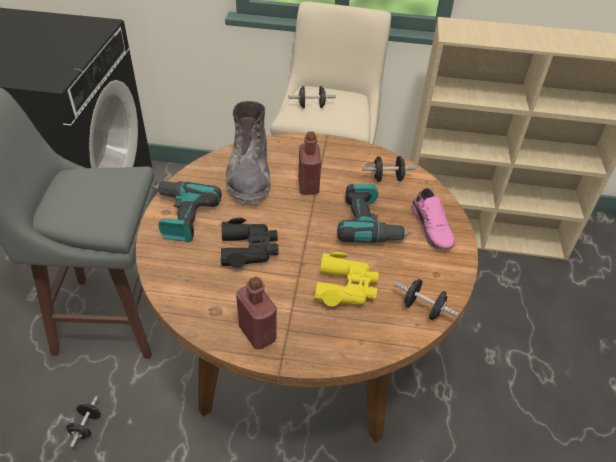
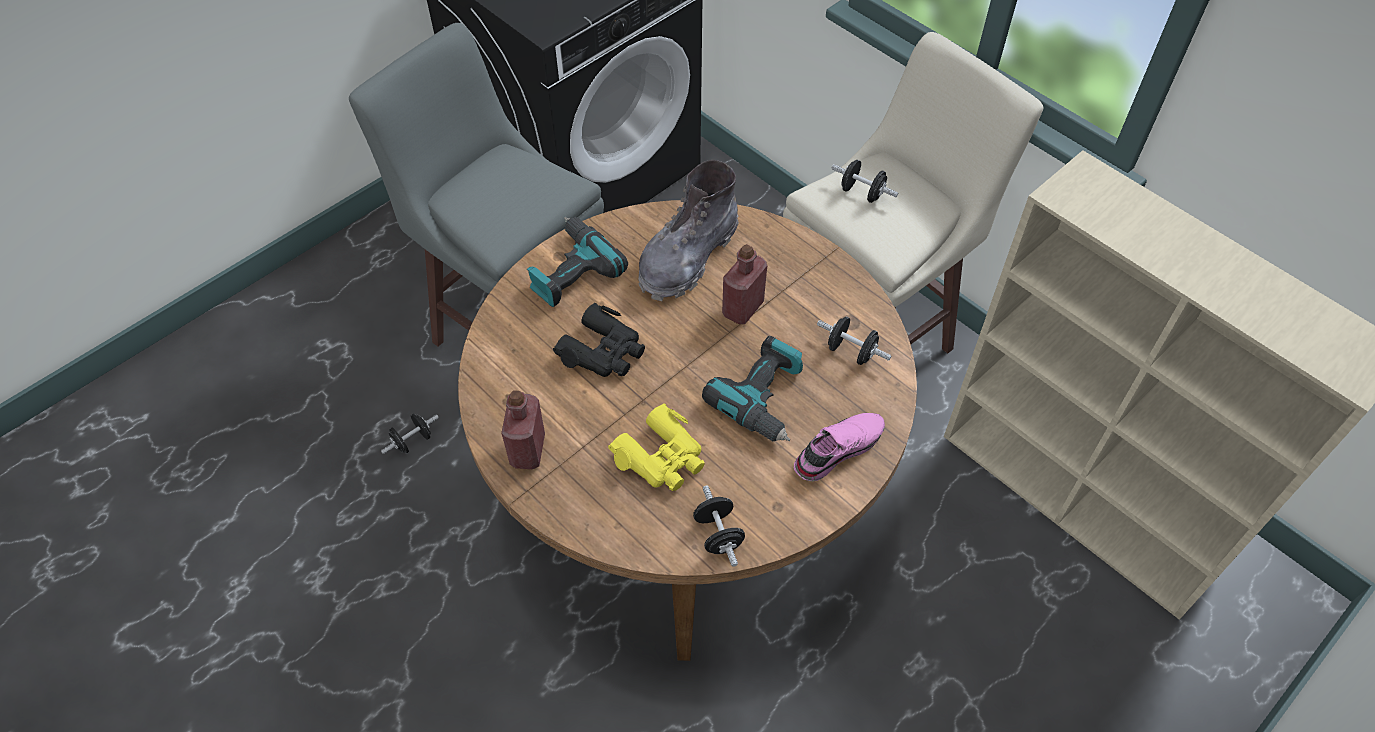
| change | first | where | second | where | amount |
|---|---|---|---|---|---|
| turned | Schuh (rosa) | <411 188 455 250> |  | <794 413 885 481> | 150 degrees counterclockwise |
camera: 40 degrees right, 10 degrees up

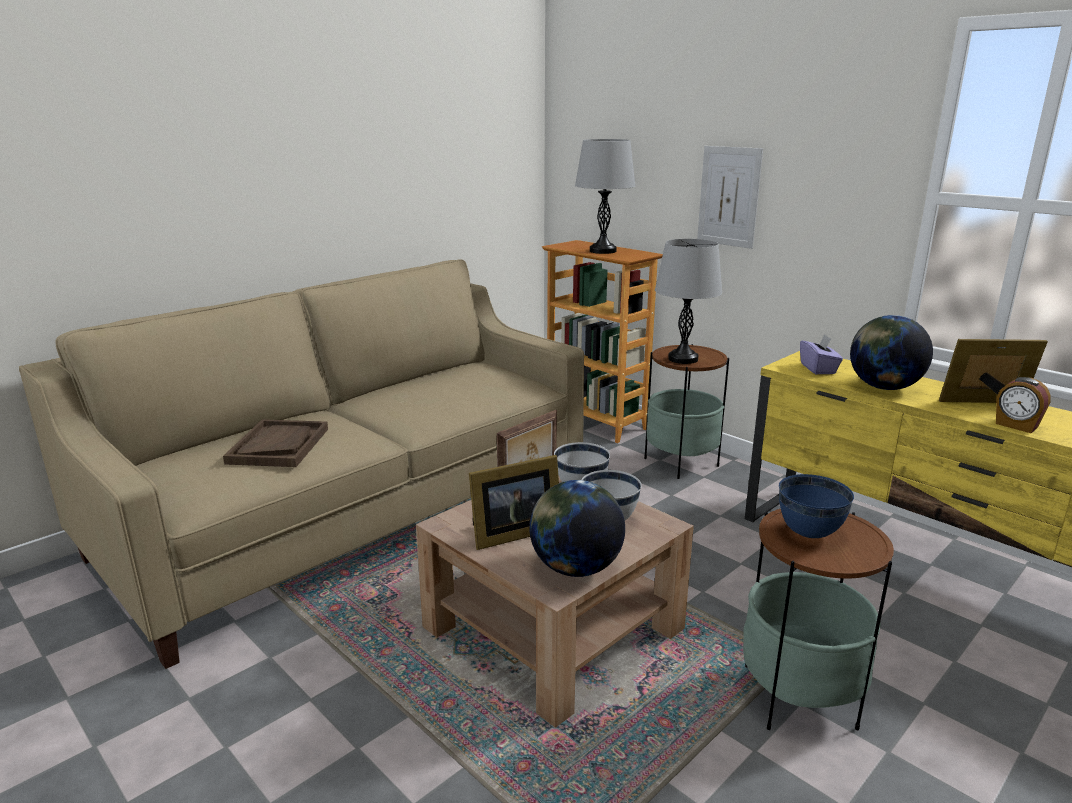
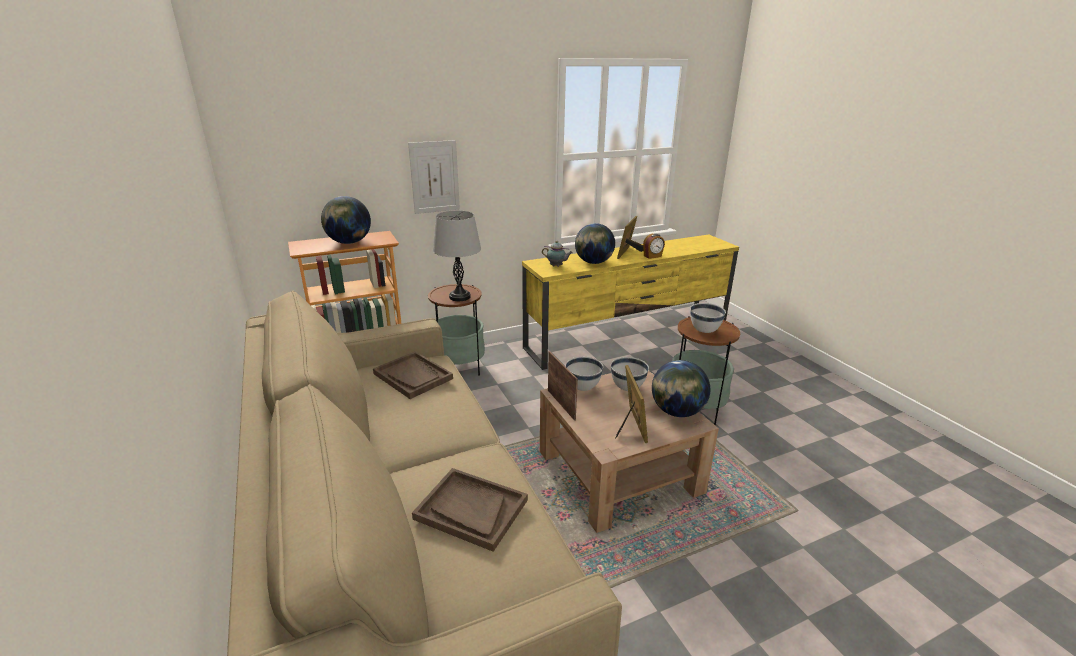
| change | first | where | second | where | amount |
|---|---|---|---|---|---|
| replaced | Tischlampe (grau) | <575 139 635 254> | Globus | <321 196 371 244> |  |
| recoloured | Schüssel (blau) | <779 474 854 538> | Schüssel (weiß) | <690 303 726 333> |  |
| replaced | Taschentuchbox (lila) | <800 334 843 374> | Teekanne | <542 241 573 267> |  |
| added |  |  | Tablett (braun) | <373 351 453 399> |  |
camera: 70 degrees left, 5 degrees up

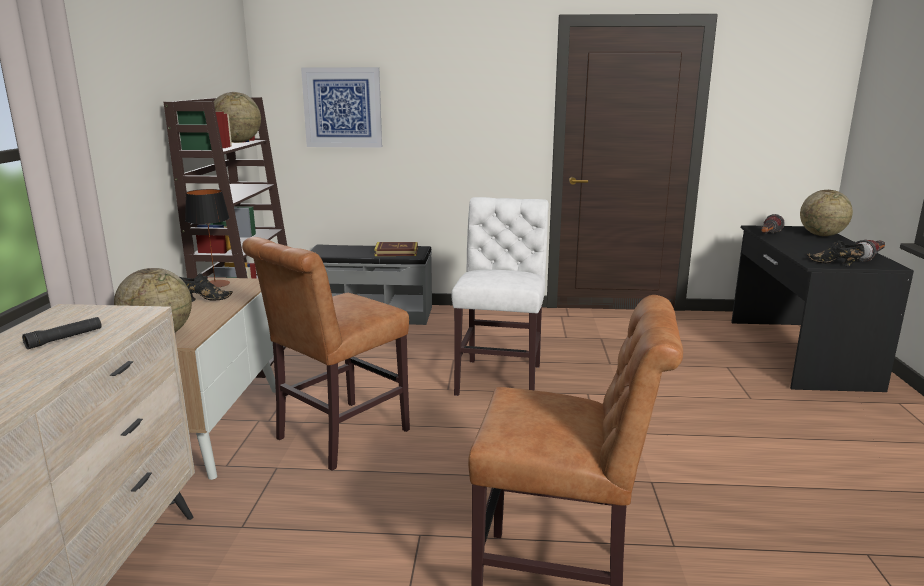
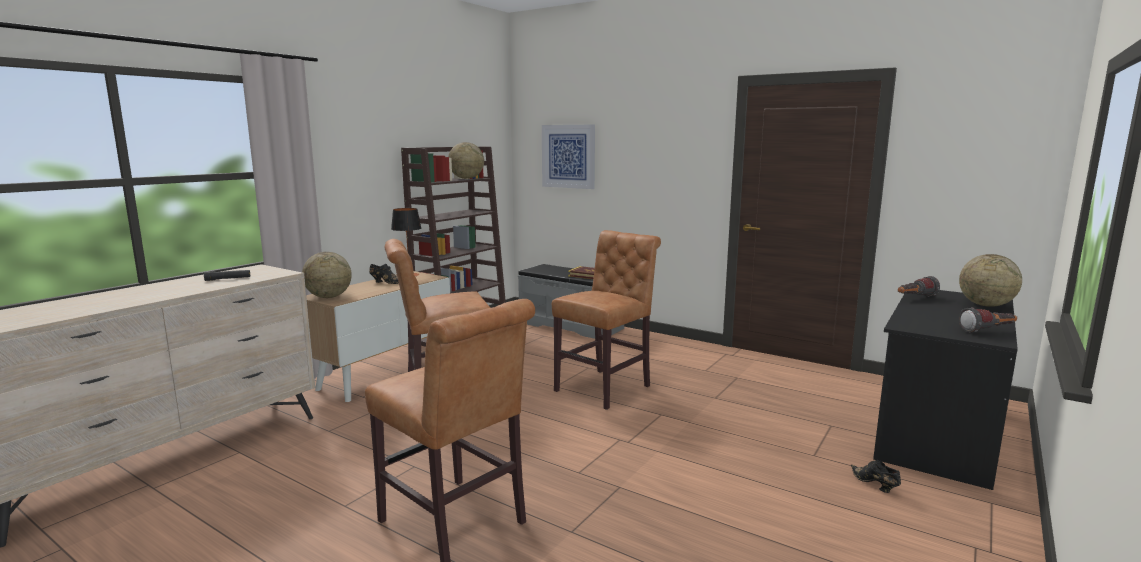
| change | first | where | second | where | amount |
|---|---|---|---|---|---|
| recoloured | Stuhl (weiß) | <452 197 549 396> | Stuhl (braun) | <552 230 661 410> |  |
| moved | Schuh (schwarz) | <807 240 865 266> |  | <851 460 901 493> |  |
camera: 30 degrees right, 5 degrees down

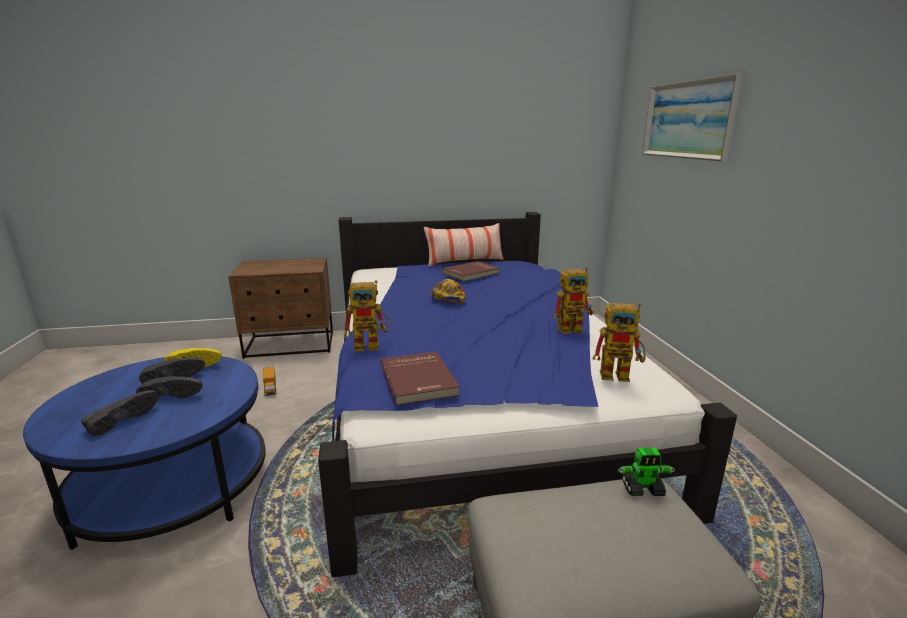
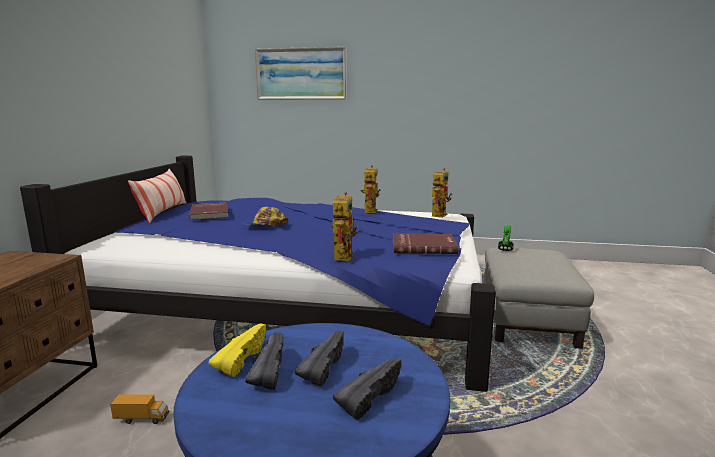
| change | first | where | second | where | amount |
|---|---|---|---|---|---|
| turned | Schuh (schwarz) | <81 390 159 436> |  | <333 358 401 420> | 75 degrees clockwise |
camera: 70 degrees left, 5 degrees down

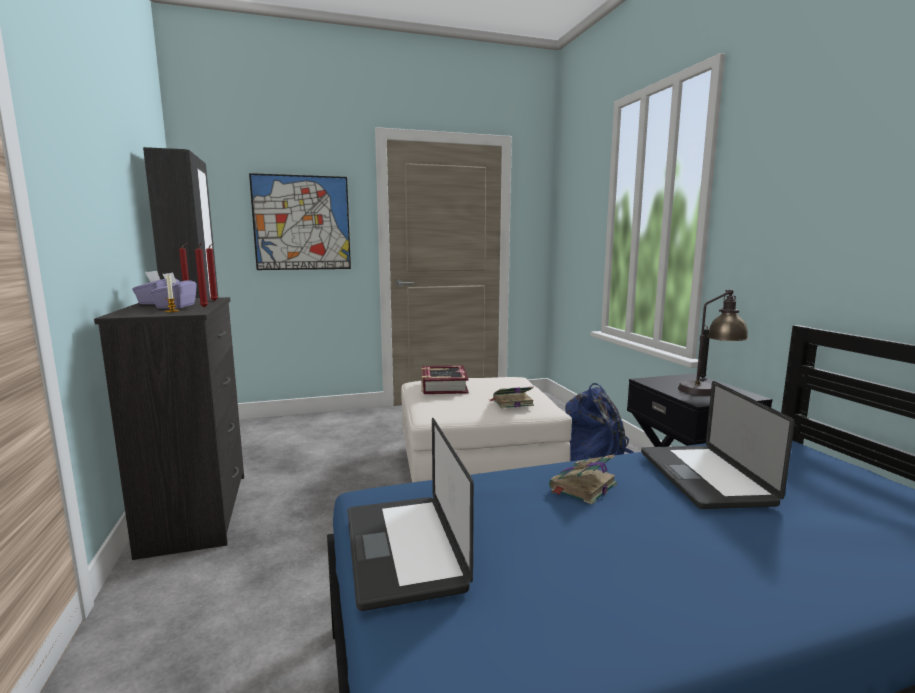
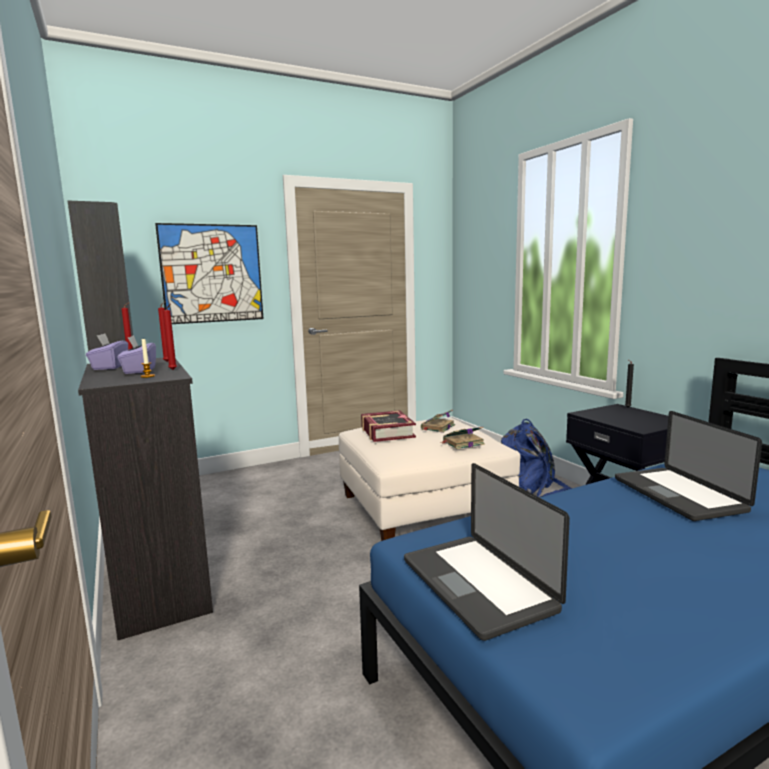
| change | first | where | second | where | amount |
|---|---|---|---|---|---|
| moved | Buch | <549 454 617 504> |  | <421 410 455 433> |  |
| removed | Tischlampe | <678 289 749 395> |  |  |  |
camera: 10 degrees left, 0 degrees up

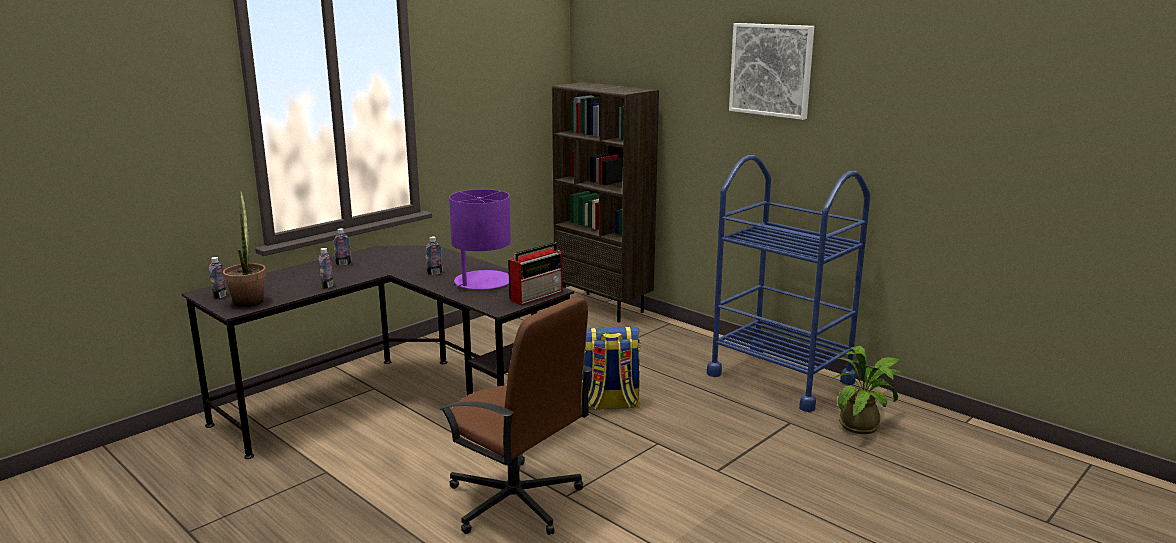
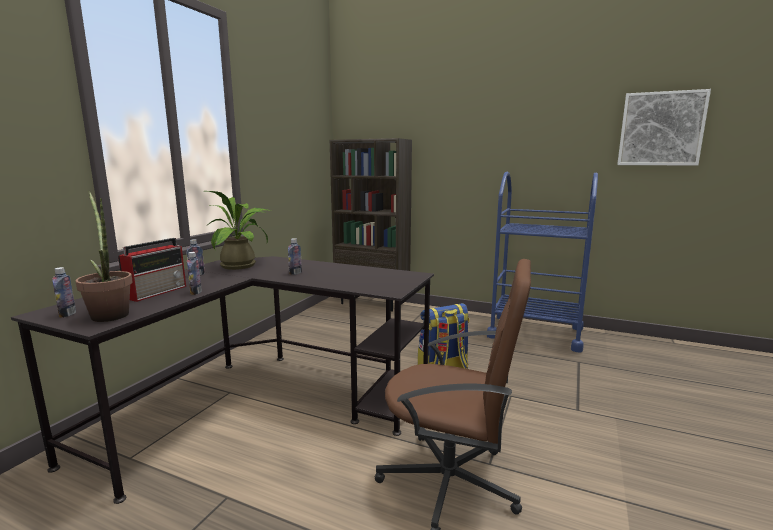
| change | first | where | second | where | amount |
|---|---|---|---|---|---|
| removed | Tischlampe (lila) | <449 189 511 290> |  |  |  |
| moved | Radio | <508 242 563 305> |  | <118 238 186 302> |  |
| moved | Bild | <729 23 814 120> |  | <617 89 711 165> |  |
| moved | Topfpflanze | <830 346 902 434> |  | <206 191 272 270> |  |
camera: 20 degrees left, 5 degrees down

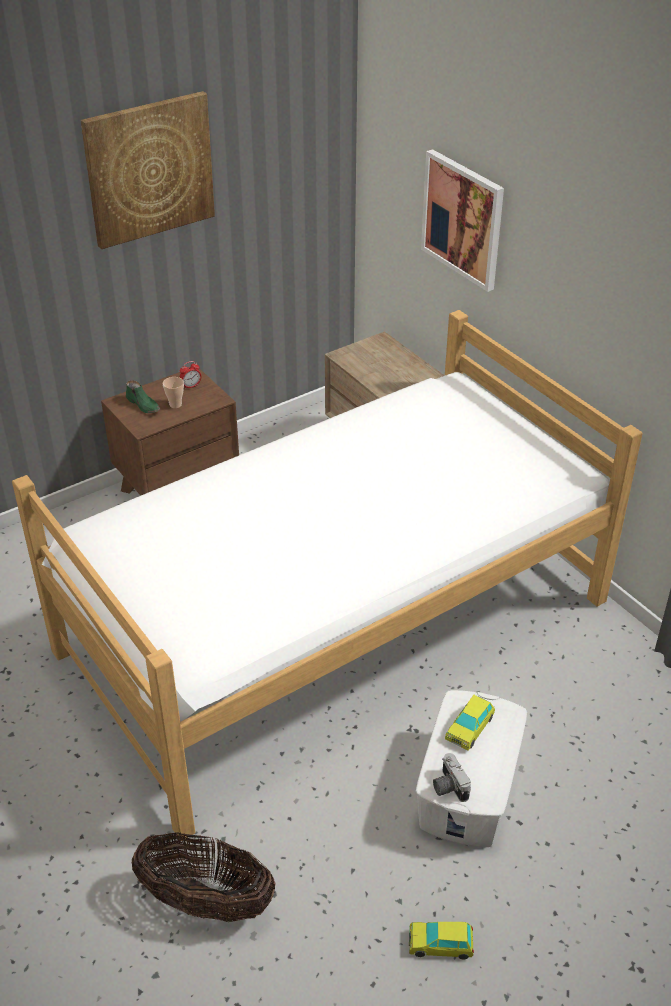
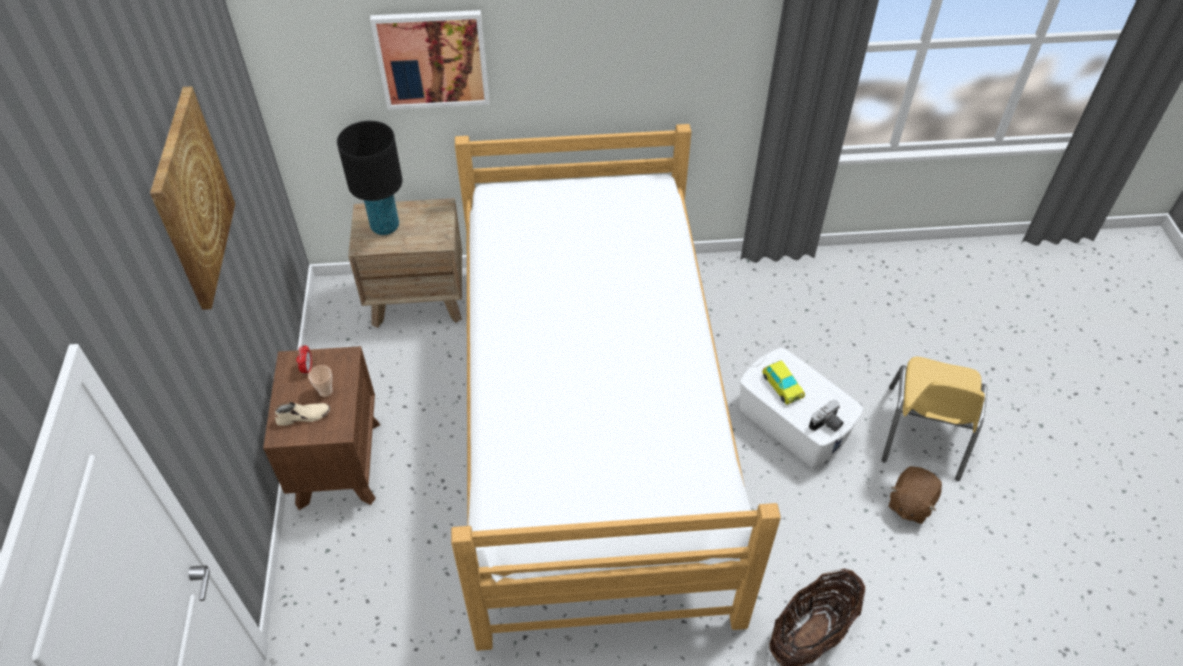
| change | first | where | second | where | amount |
|---|---|---|---|---|---|
| recoloured | Schuh (grün) | <126 380 160 413> | Schuh (beige) | <275 402 330 426> |  |
| replaced | Spielzeugauto | <409 922 474 959> | Plüschtier (braun) | <888 466 942 524> |  |
| turned | Kamera | <433 753 471 802> |  | <809 400 844 432> | 45 degrees counterclockwise |
| added |  |  | Tischlampe (schwarz) | <337 121 403 235> |  |
| added |  |  | Stuhl (gelb) | <881 357 987 481> |  |
camera: 60 degrees left, 10 degrees up

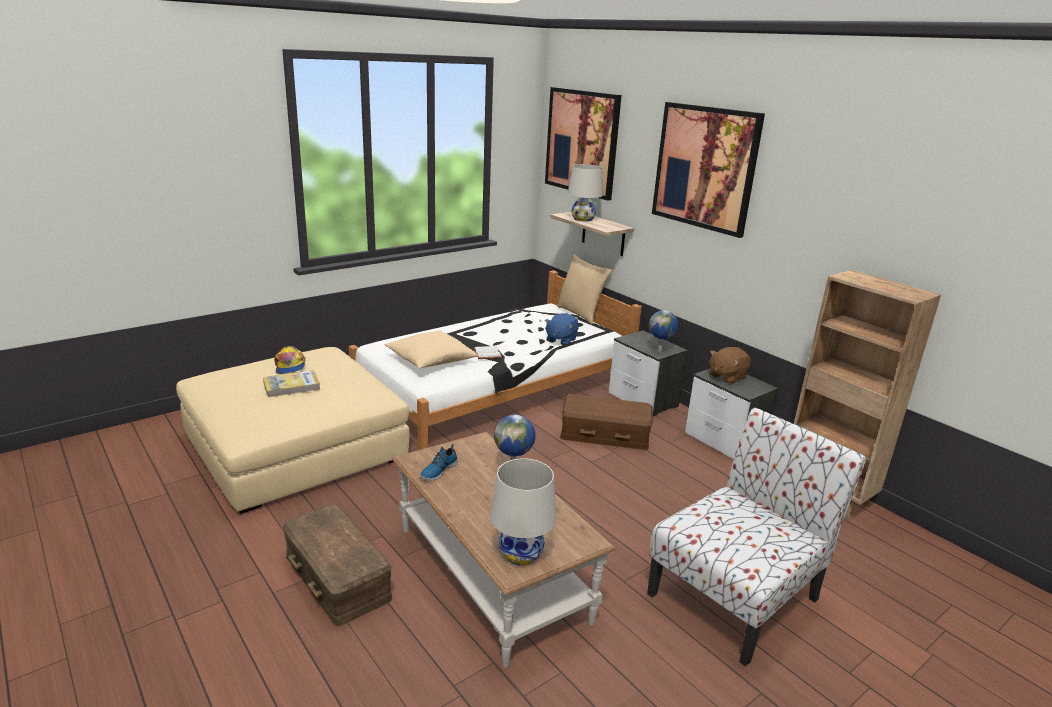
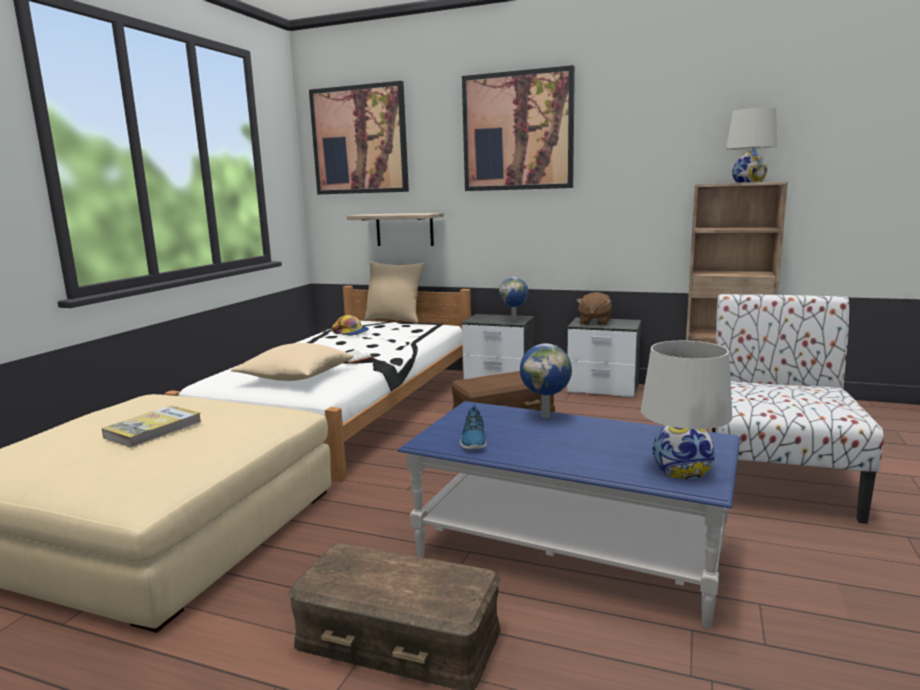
| change | first | where | second | where | amount |
|---|---|---|---|---|---|
| moved | Kappe | <274 346 306 374> |  | <332 315 369 336> |  |
| recoloured | Couchtisch (braun) | <392 432 616 668> | Couchtisch (blau) | <398 401 740 629> |  |
| removed | Plüschtier (blau) | <545 313 579 346> |  |  |  |
| moved | Tischlampe (weiß) | <568 164 603 222> |  | <726 107 777 183> |  |
camera: 30 degrees left, 10 degrees down

